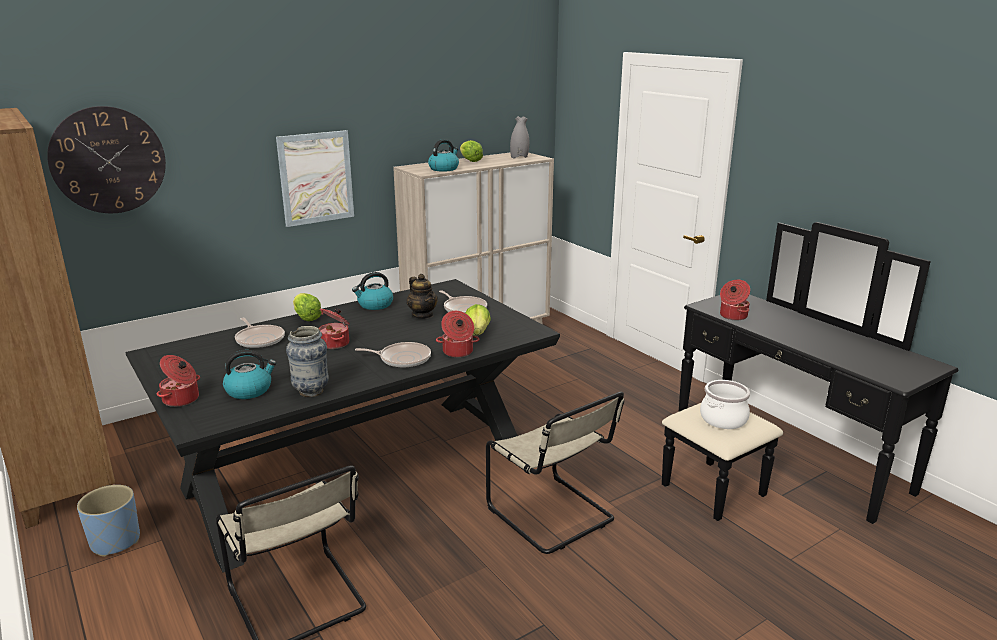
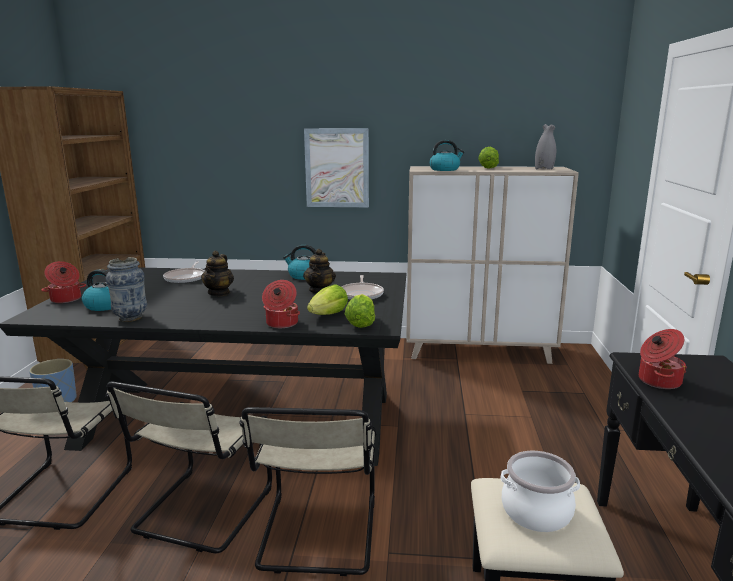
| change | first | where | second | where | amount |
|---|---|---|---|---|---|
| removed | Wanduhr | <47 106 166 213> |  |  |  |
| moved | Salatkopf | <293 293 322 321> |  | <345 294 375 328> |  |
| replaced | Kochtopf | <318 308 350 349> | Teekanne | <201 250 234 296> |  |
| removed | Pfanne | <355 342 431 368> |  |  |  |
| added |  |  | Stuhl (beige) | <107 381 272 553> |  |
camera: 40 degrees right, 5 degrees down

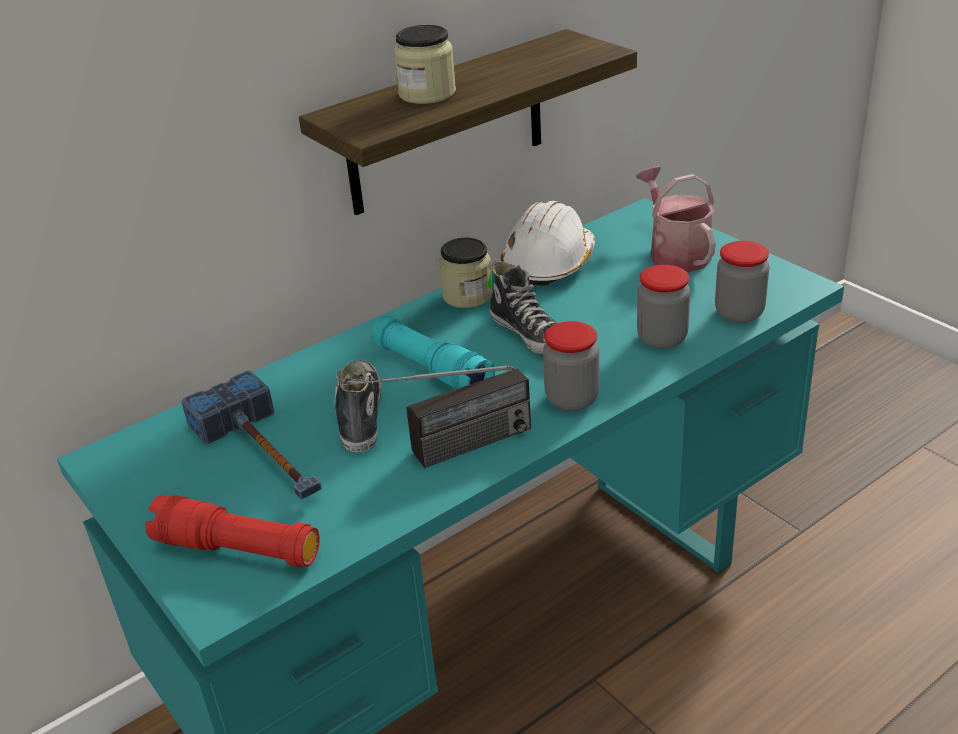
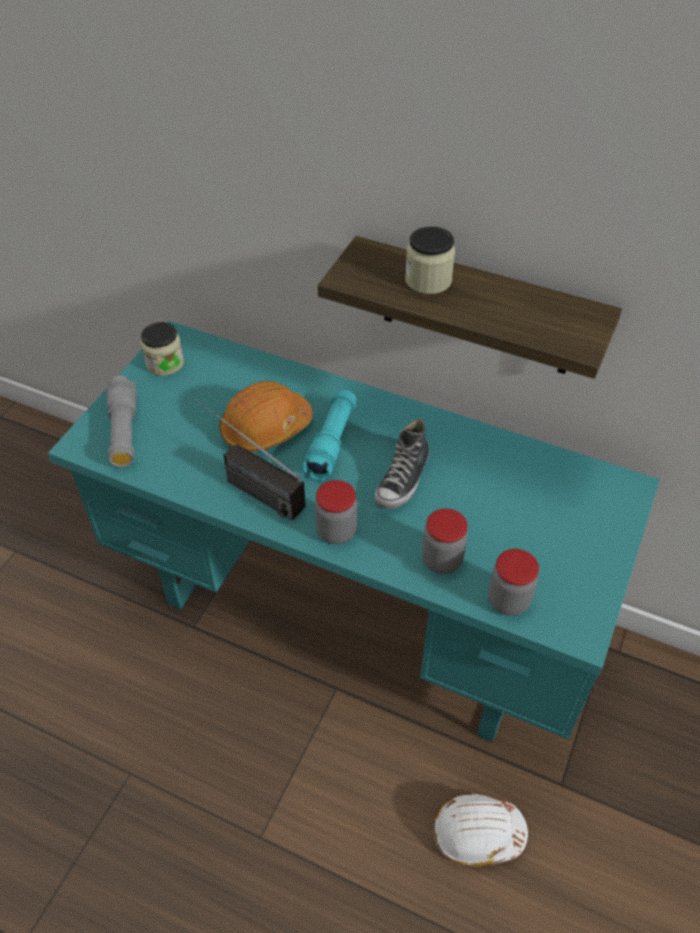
| change | first | where | second | where | amount |
|---|---|---|---|---|---|
| recoloured | Taschenlampe (rot) | <145 495 320 567> | Taschenlampe (grau) | <107 376 137 467> |  |
| removed | Hammer | <181 370 322 499> |  |  |  |
| replaced | Schuh | <334 360 382 452> | Schutzhelm (orange) | <219 381 313 452> |  |
| moved | Vorratsglas | <439 238 493 308> |  | <141 322 184 376> |  |
| moved | Schutzhelm (weiß) | <501 201 595 286> |  | <433 794 528 866> |  |
| removed | Gießkanne | <636 167 716 272> |  |  |  |
camera: 60 degrees right, 15 degrees up

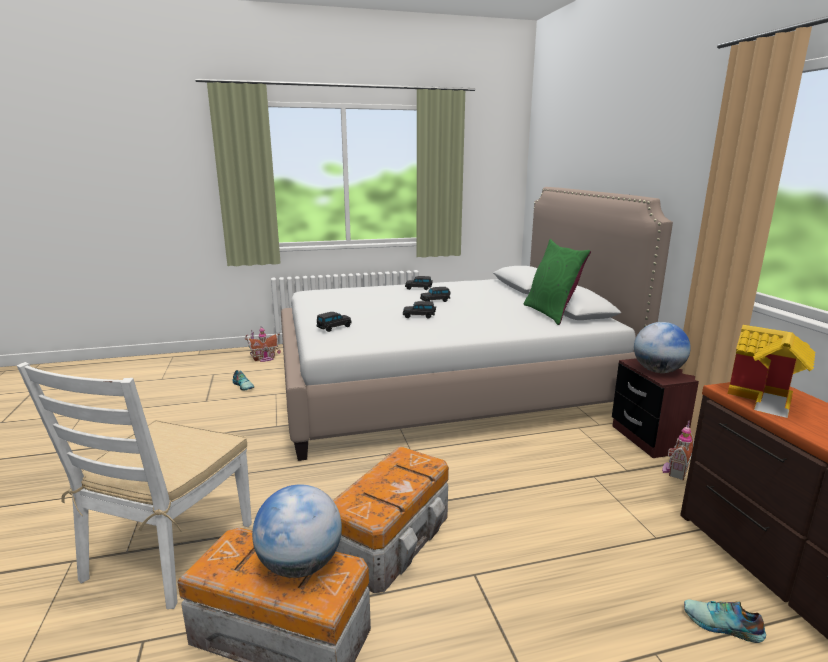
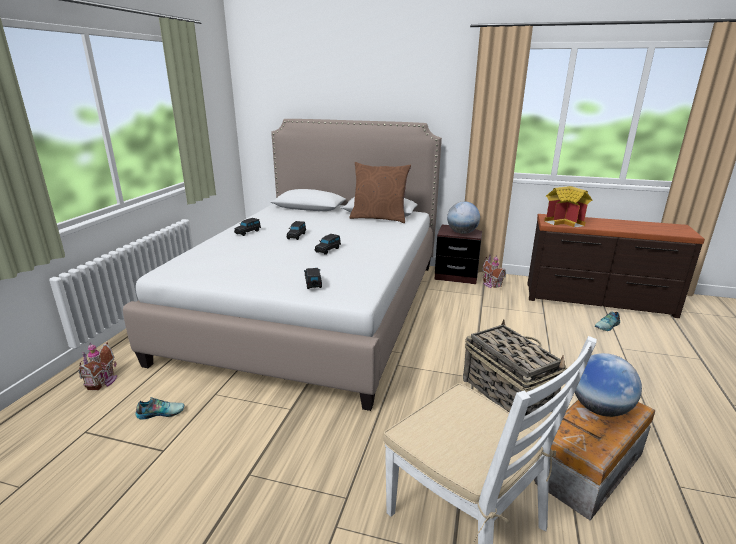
| change | first | where | second | where | amount |
|---|---|---|---|---|---|
| replaced | Aufbewahrungsbox | <333 446 449 593> | Korb | <463 319 567 416> |  |
| recoloured | Kissen (grün) | <524 239 591 325> | Kissen (braun) | <349 162 411 223> |  |
camera: 60 degrees left, 5 degrees up

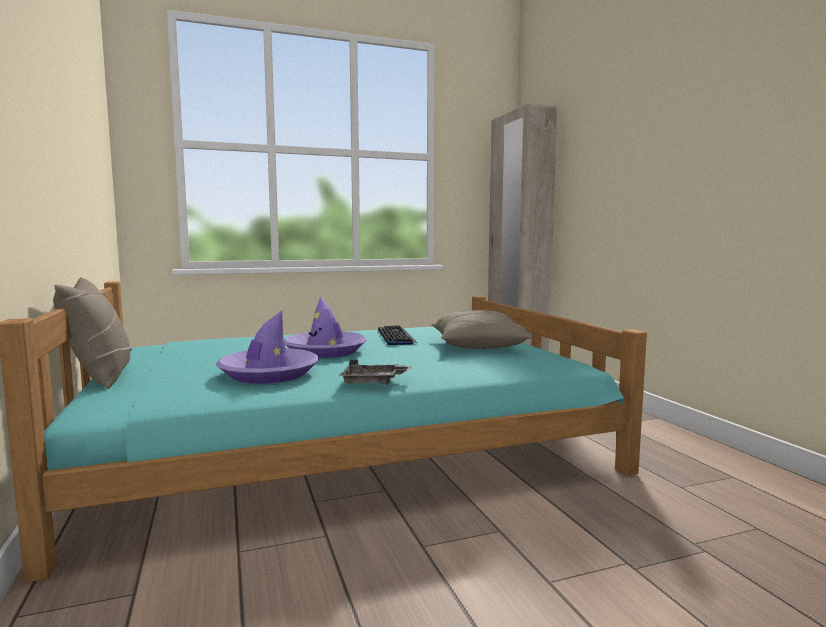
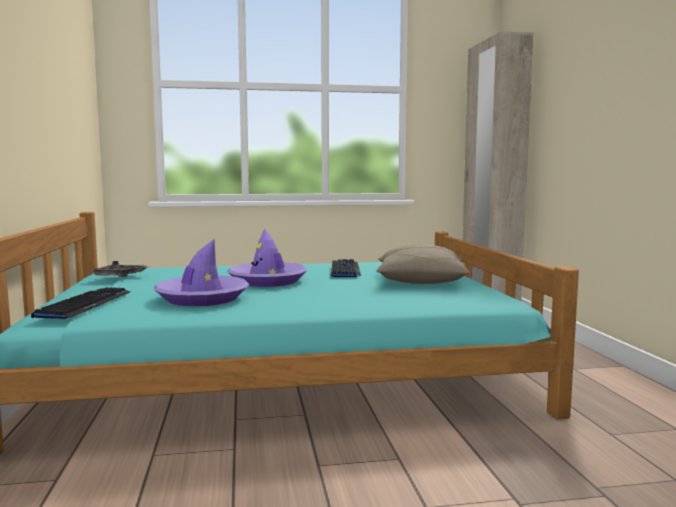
| change | first | where | second | where | amount |
|---|---|---|---|---|---|
| removed | Kissen (beige) | <53 277 132 389> |  |  |  |
| moved | Tablett (grau) | <339 359 412 385> |  | <89 261 151 277> |  |
| added |  |  | Tastatur | <31 287 130 319> |  |
camera: 10 degrees right, 0 degrees up

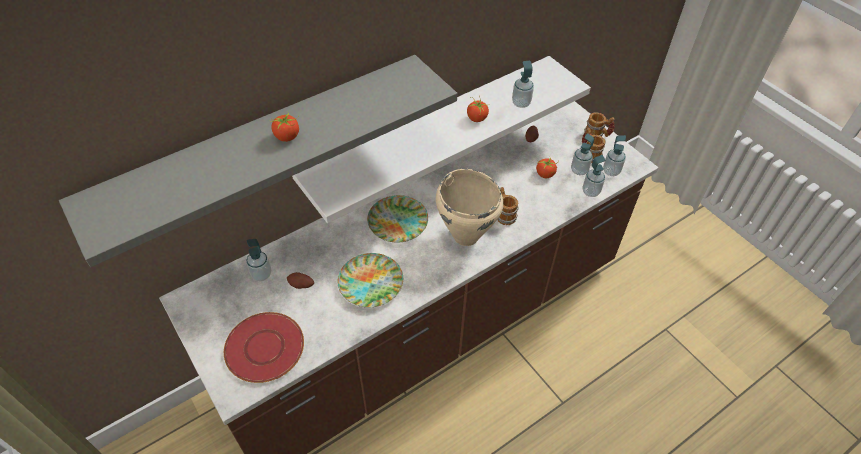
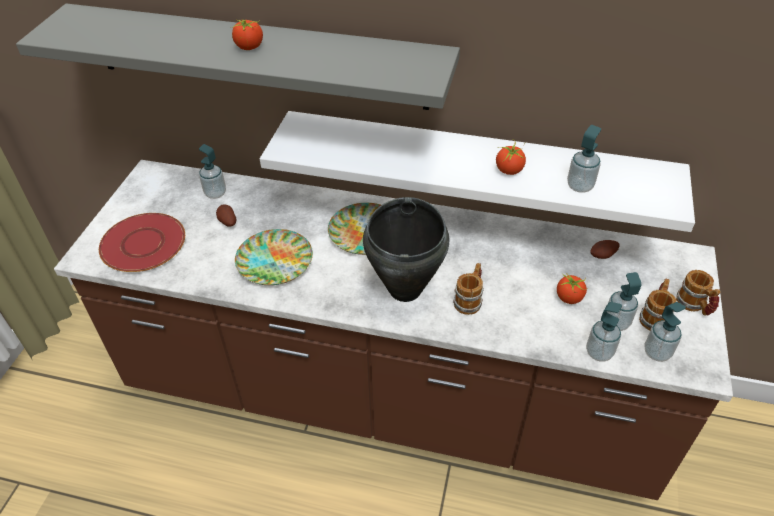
| change | first | where | second | where | amount |
|---|---|---|---|---|---|
| recoloured | Kochtopf (beige) | <436 169 503 246> | Kochtopf (schwarz) | <363 197 449 302> |  |
camera: 50 degrees right, 5 degrees down

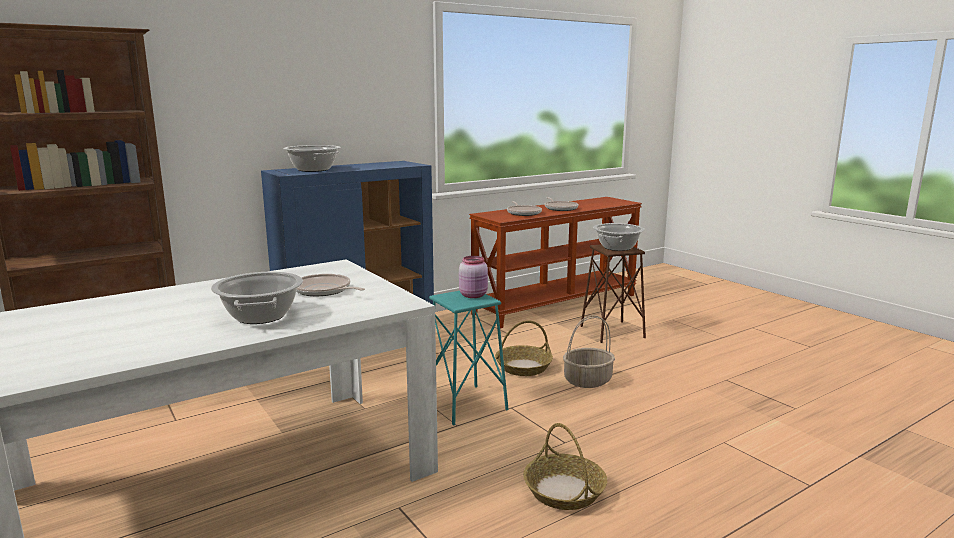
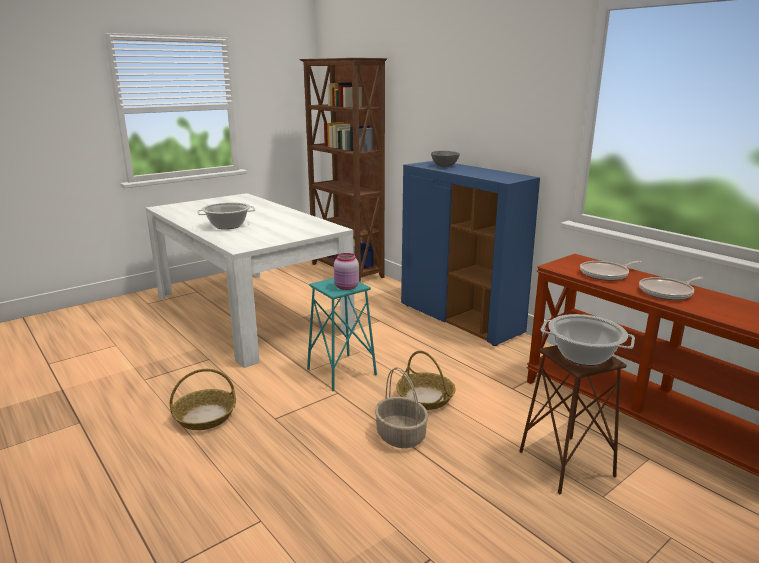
| change | first | where | second | where | amount |
|---|---|---|---|---|---|
| replaced | Kochtopf | <283 145 341 172> | Schüssel (grau) | <431 151 460 167> |  |
| removed | Pfanne | <296 274 365 296> |  |  |  |
camera: 85 degrees right, 5 degrees up

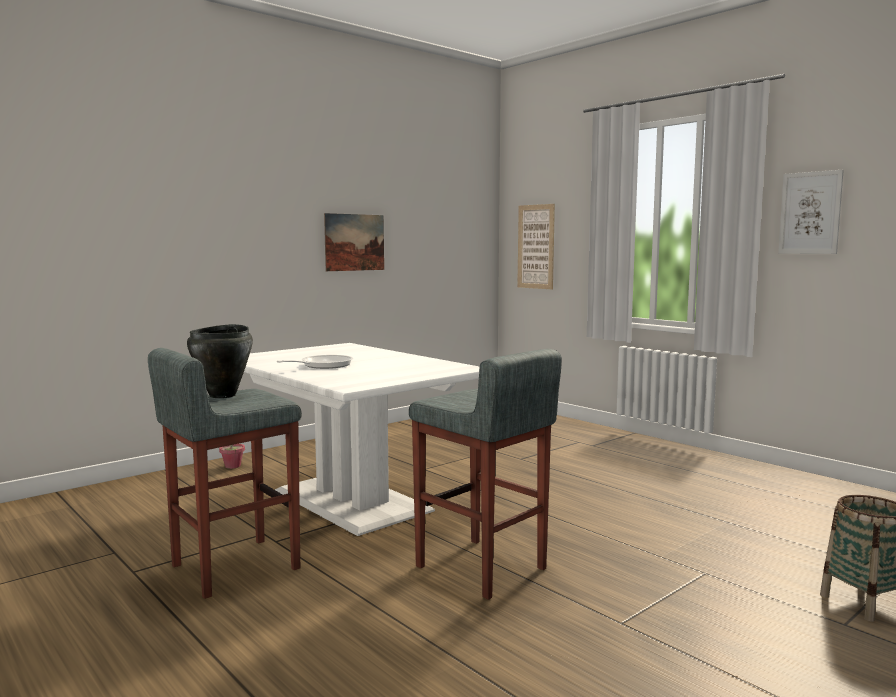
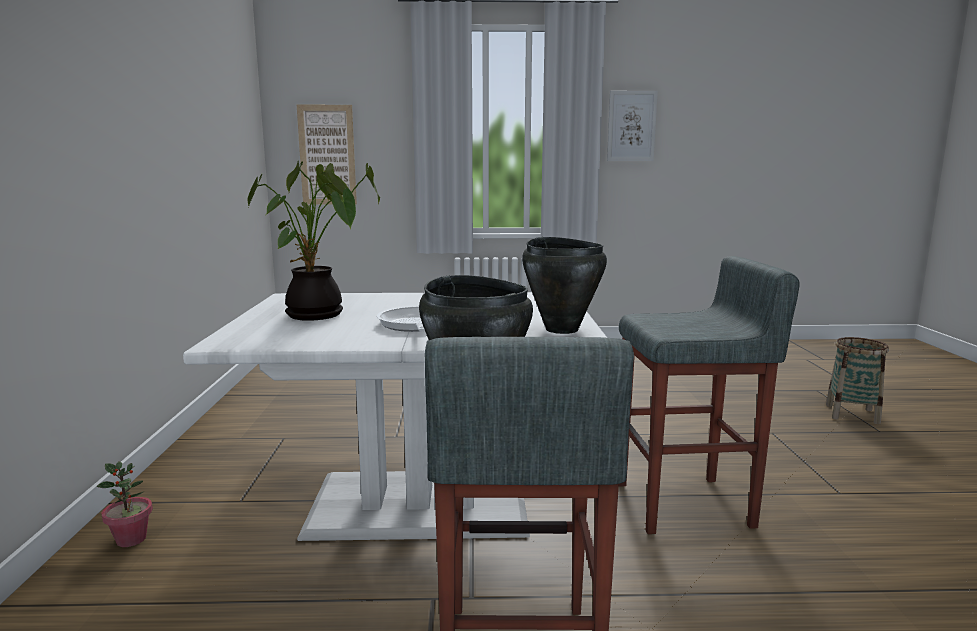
| change | first | where | second | where | amount |
|---|---|---|---|---|---|
| removed | Bild | <324 213 384 271> |  |  |  |
| added |  |  | Topfpflanze | <247 161 380 321> |  |
| added |  |  | Kochtopf (schwarz) | <522 237 607 334> |  |
camera: 50 degrees left, 5 degrees up

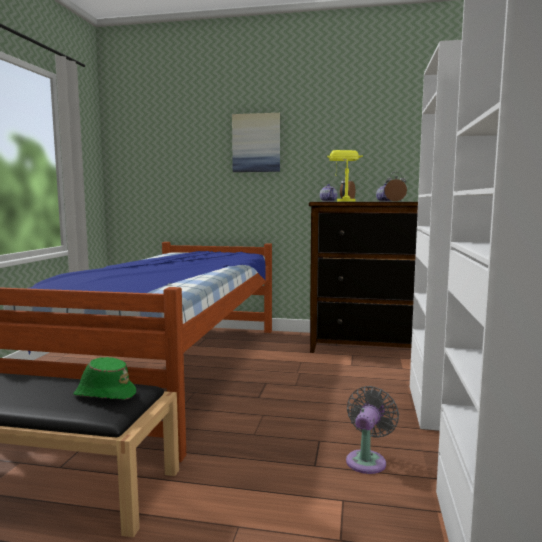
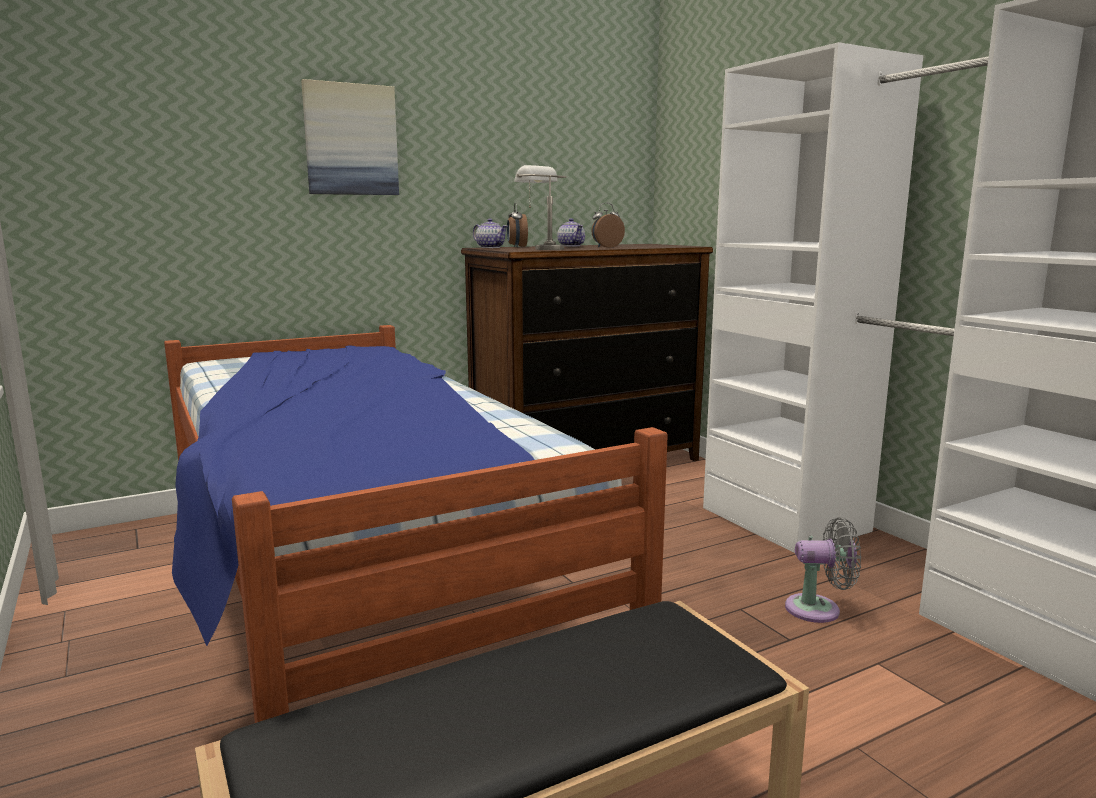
| change | first | where | second | where | amount |
|---|---|---|---|---|---|
| removed | Hut (grün) | <74 357 136 400> |  |  |  |
| recoloured | Tischlampe (gelb) | <327 150 363 202> | Tischlampe (grau) | <514 165 566 250> |  |
| turned | Ventilator (grau) | <346 386 399 474> |  | <785 517 861 623> | 105 degrees clockwise |
camera: 40 degrees left, 5 degrees up

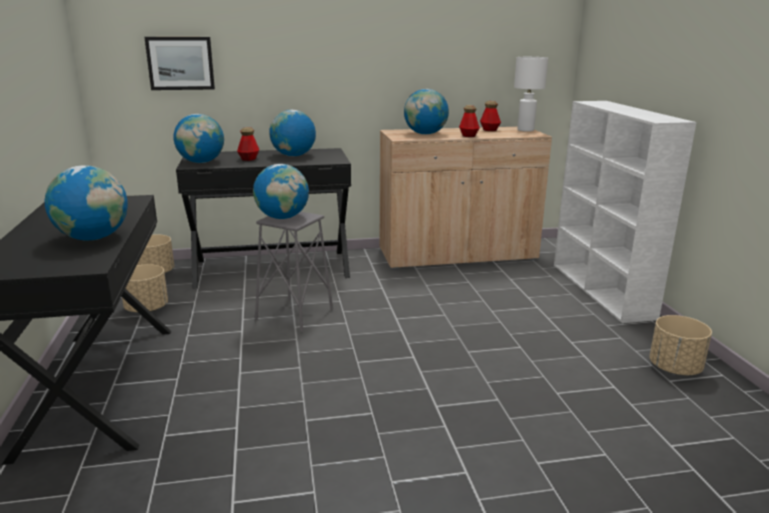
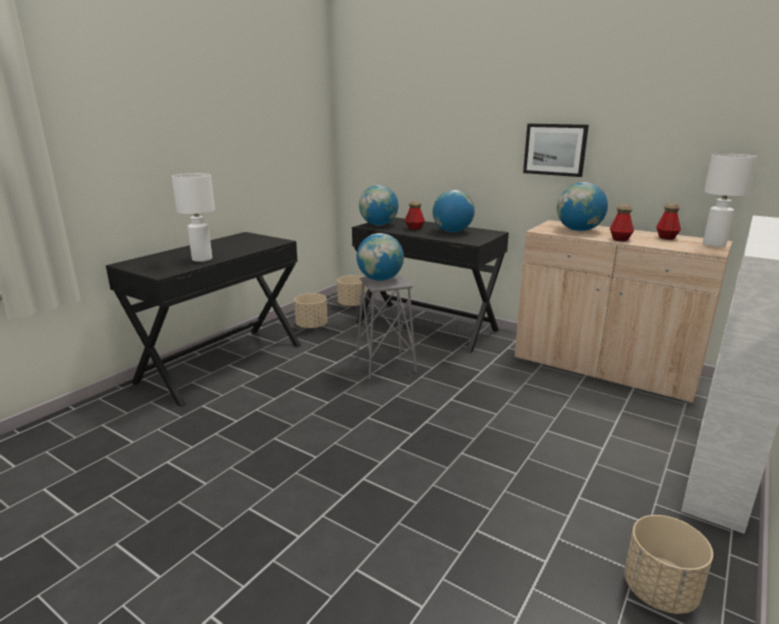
| change | first | where | second | where | amount |
|---|---|---|---|---|---|
| replaced | Globus | <45 165 128 241> | Tischlampe (weiß) | <171 173 215 262> |  |
| moved | Bild | <144 37 215 90> |  | <523 124 589 177> |  |
camera: 45 degrees right, 0 degrees up

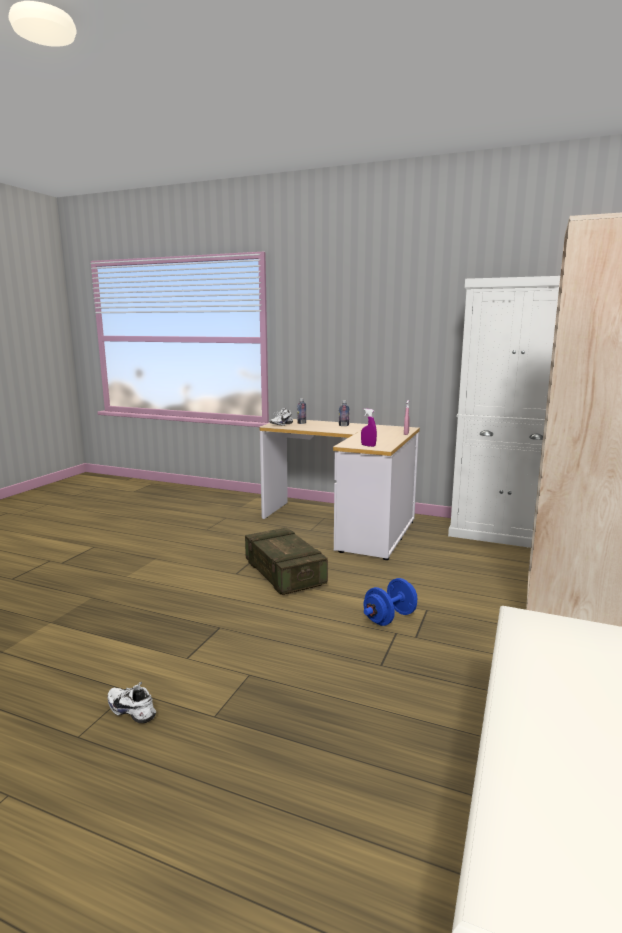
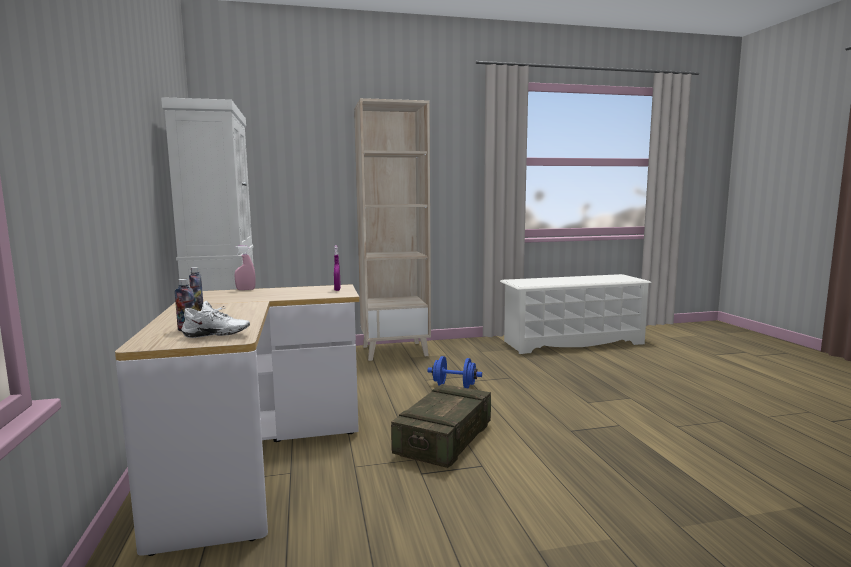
| change | first | where | second | where | amount |
|---|---|---|---|---|---|
| removed | Schuh (weiß) | <107 682 156 723> |  |  |  |
camera: 125 degrees left, 5 degrees down

